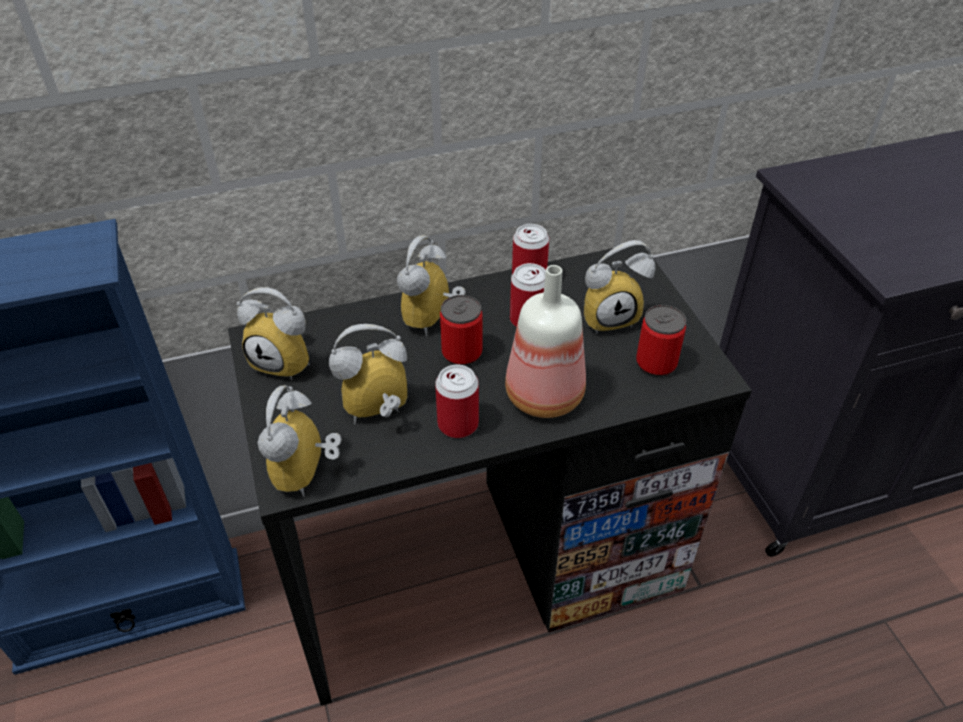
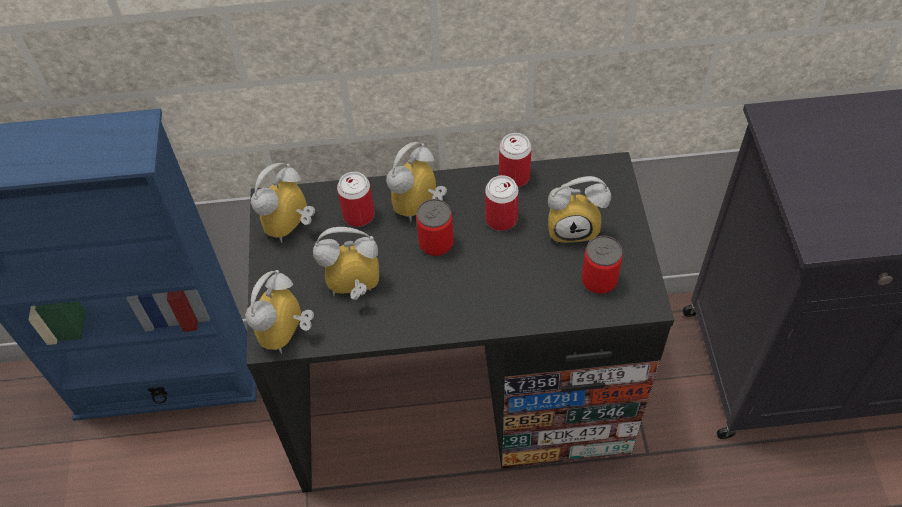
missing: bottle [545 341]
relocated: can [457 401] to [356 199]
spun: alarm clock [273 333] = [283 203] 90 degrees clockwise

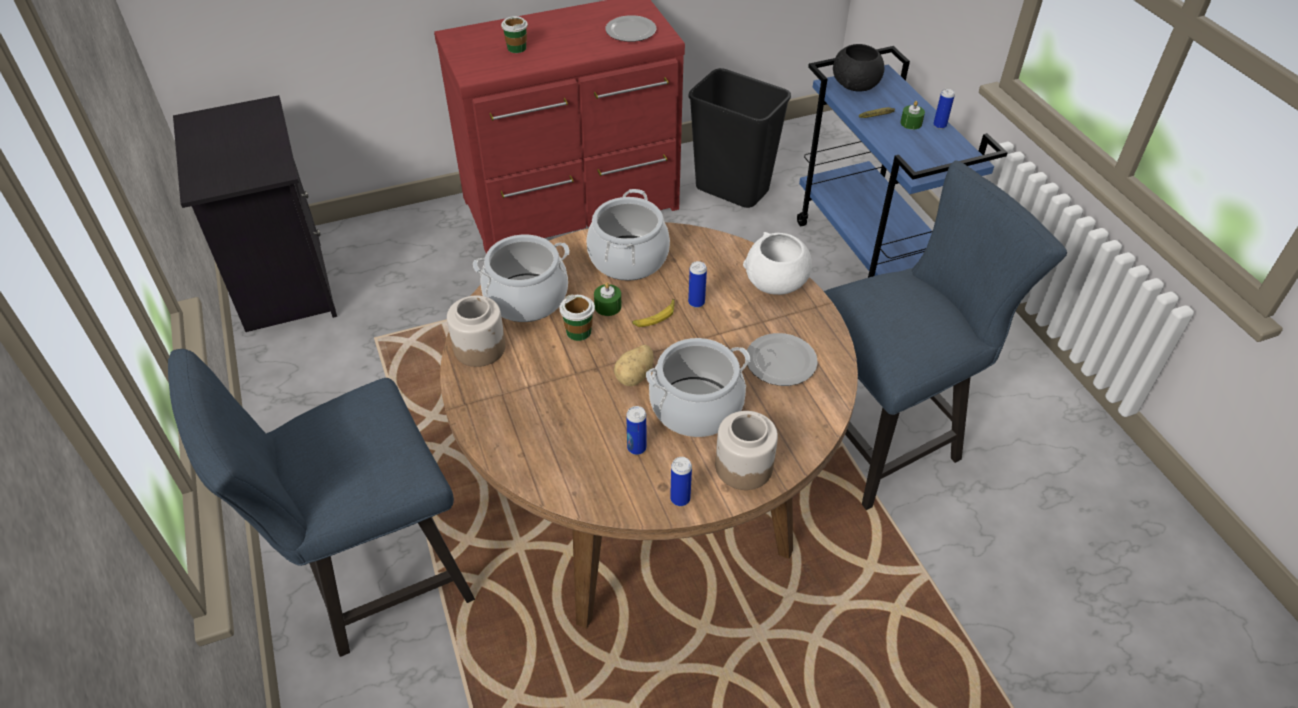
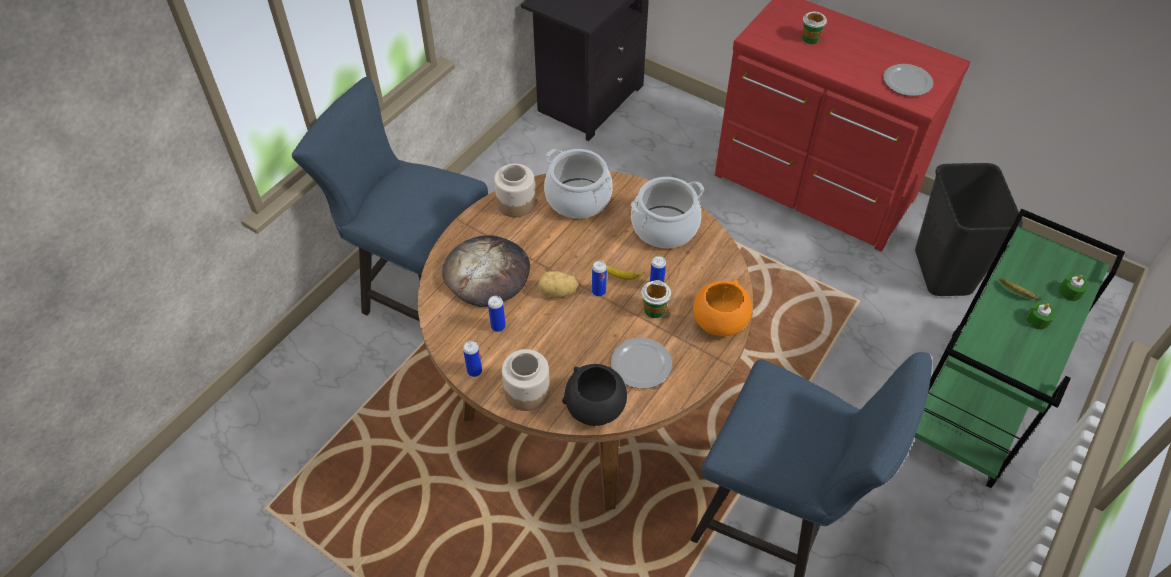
missing: cooking pot [698 387]
appeared: bread [486 271]
relocated: black bowl [858 67] to [594 395]; can [944 109] to [599 279]; green candle [608 299] to [1073 287]; cup [577 317] to [656 299]
colour: blue cart [902 162] to green cart [1020 348]; white bowl [777 263] to orange bowl [722 308]

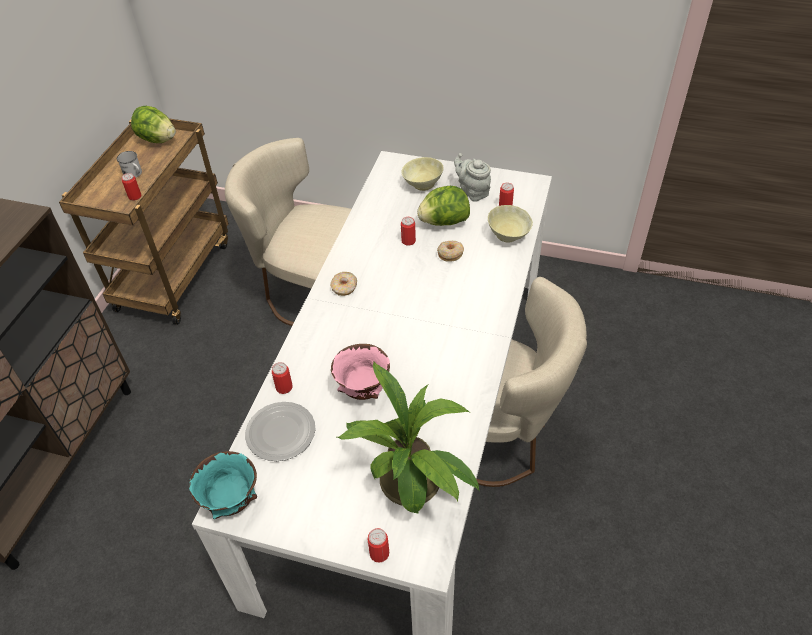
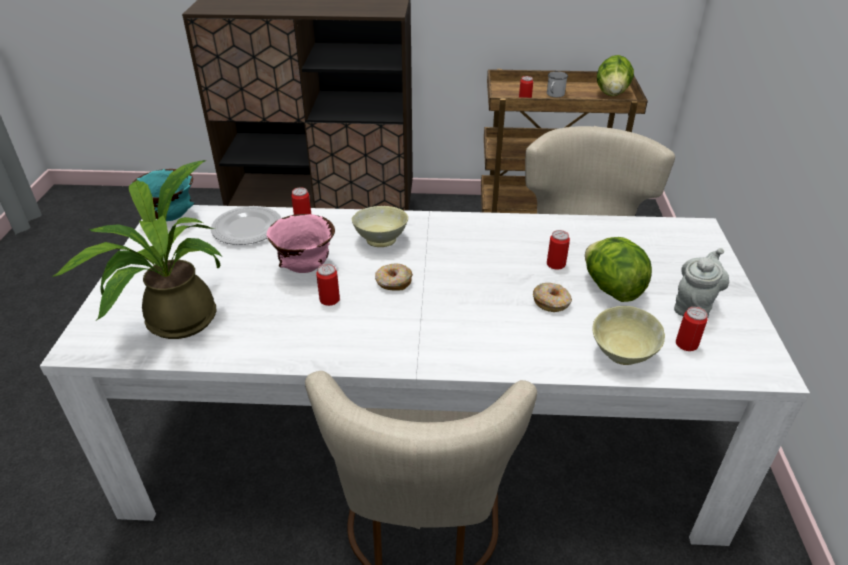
relocated: beige bowl [422 174] to [380 226]; donut [343 284] to [394 277]; can [378 545] to [328 285]

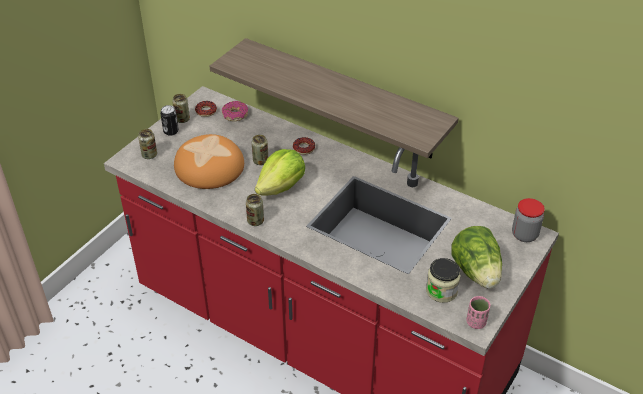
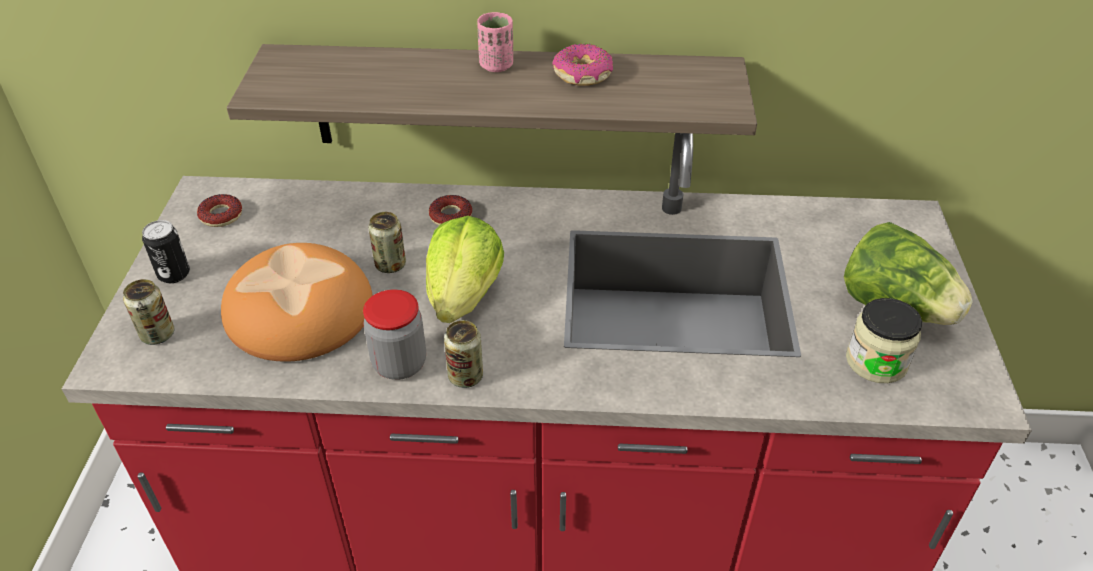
missing: can [181 108]
relocated: donut [235 111] to [583 64]; jar [528 220] to [394 334]; pink cup [478 312] to [495 42]

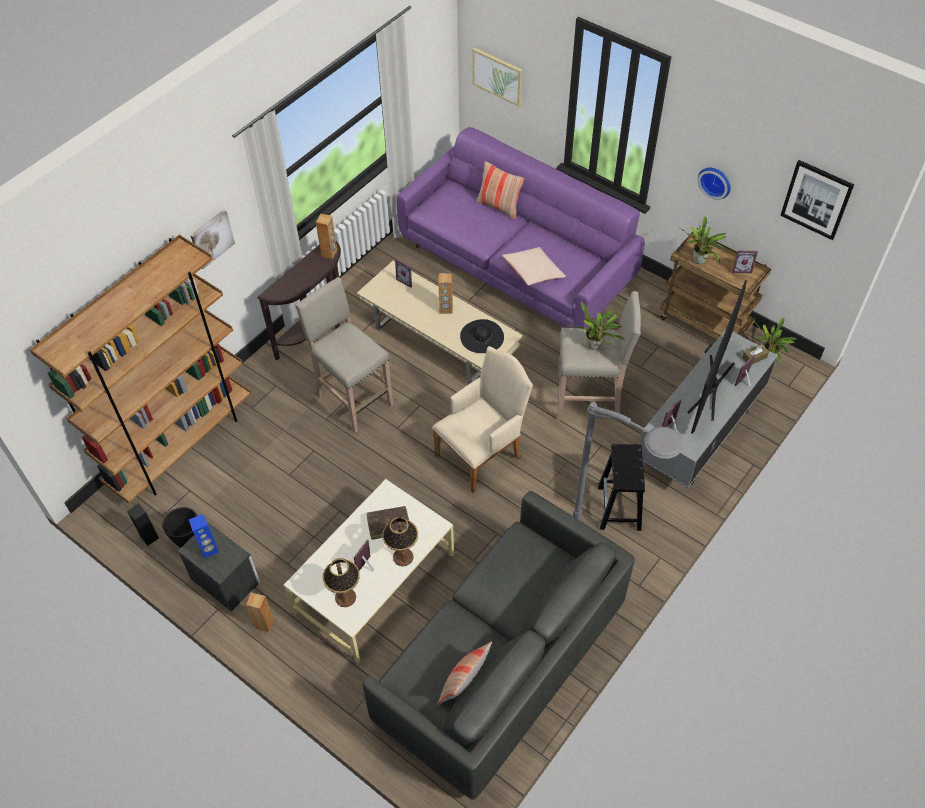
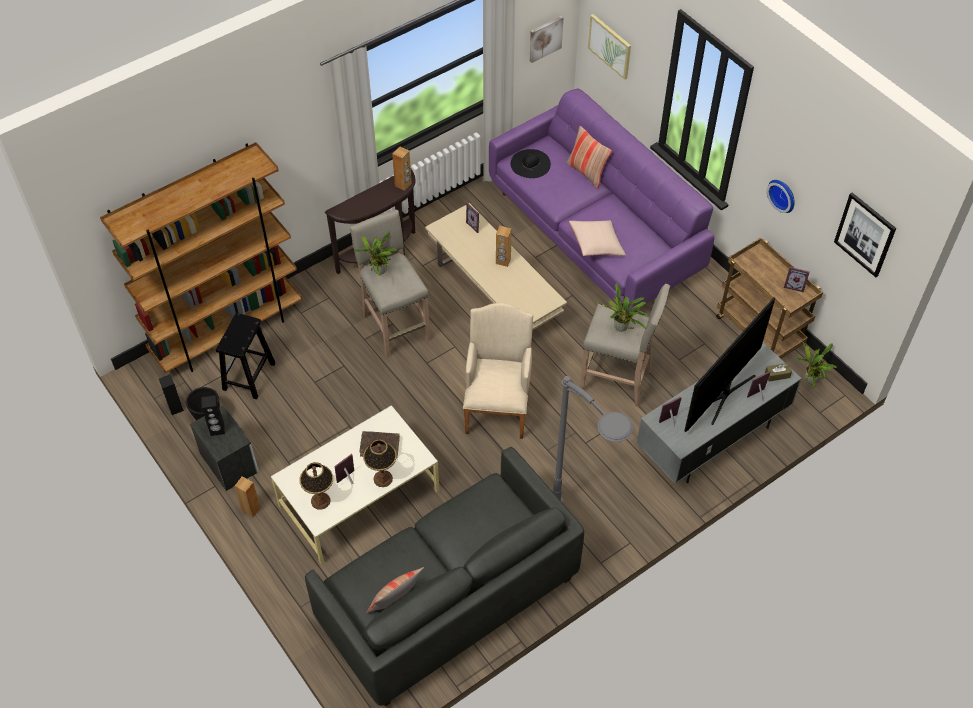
relocated: picture [212 239] to [546 39]; potted plant [702 240] to [375 253]; black hat [482 336] to [531 163]; black stool [621 487] to [245 356]
colour: blue speaker [204 536] to black speaker [213 416]
spun: beige armchair [482 419] = [498 371] 60 degrees counterclockwise

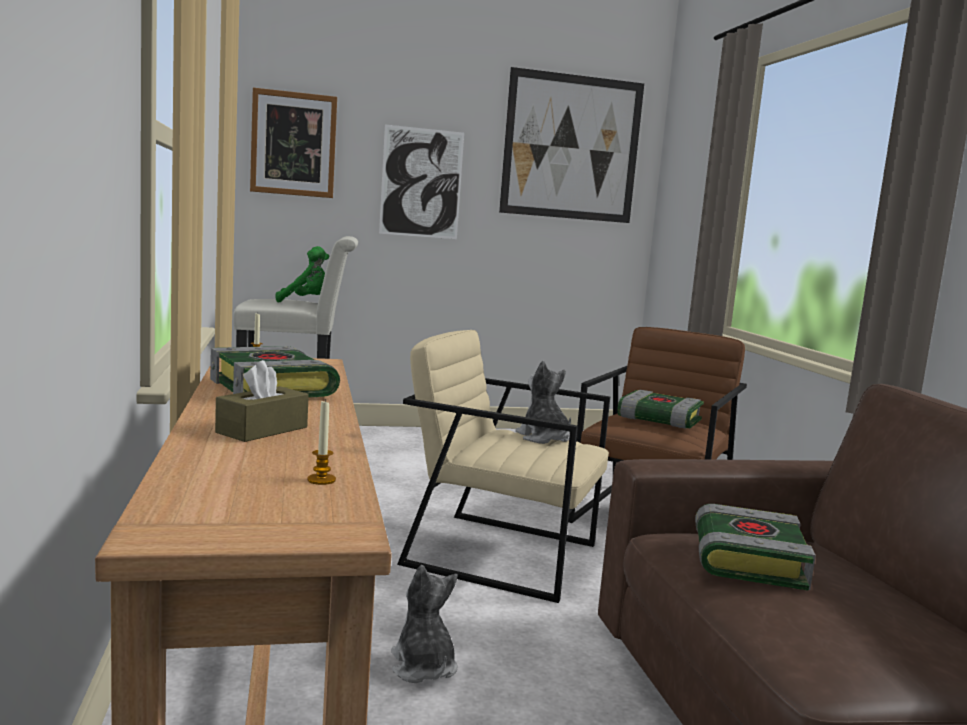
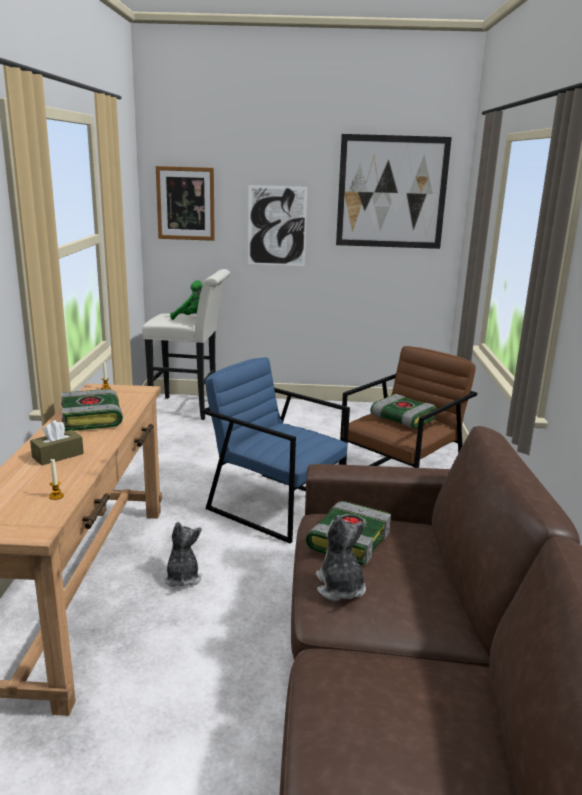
relocated: plush toy [543 402] to [341 558]
colour: beige armchair [503 466] to blue armchair [276 450]

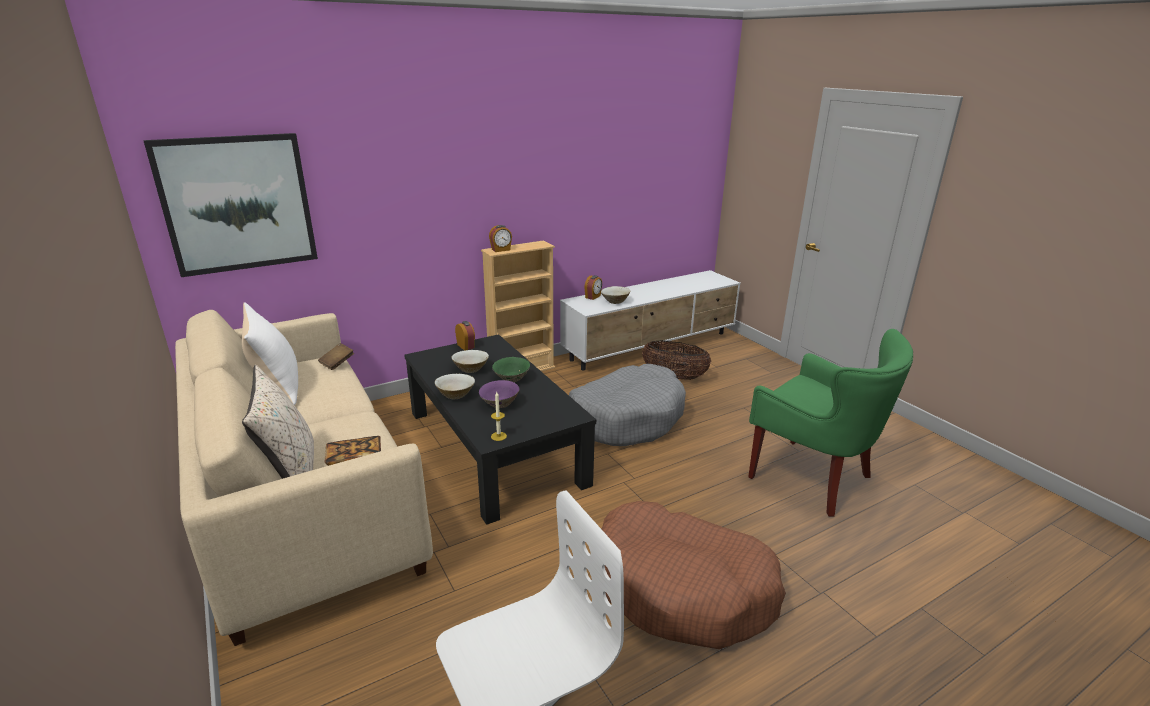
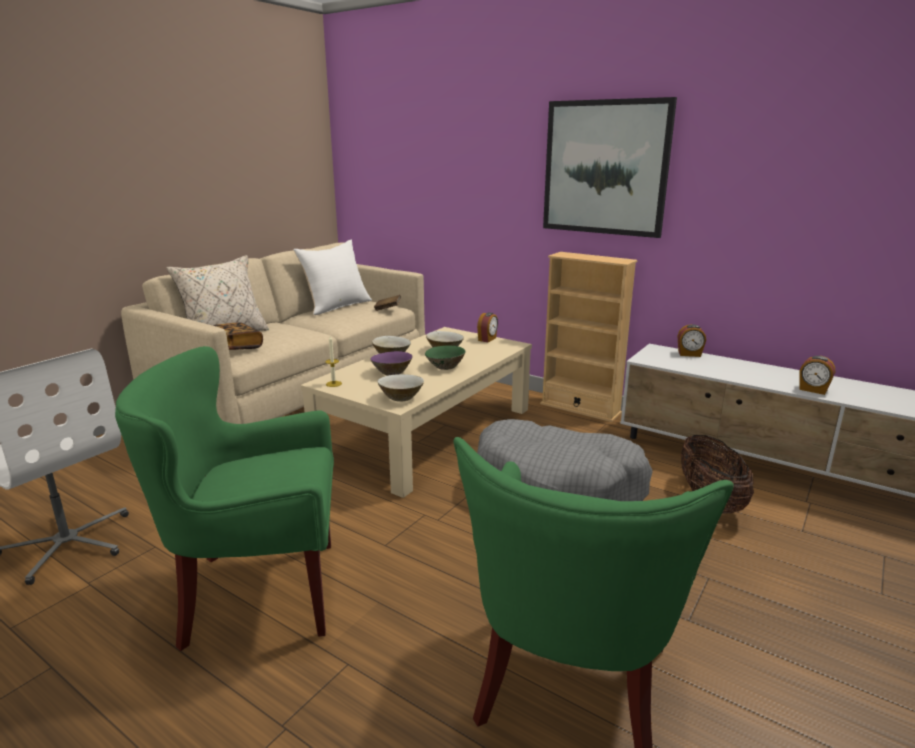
relocated: picture [231 205] to [610 167]; alarm clock [500 238] to [817 375]; beige bowl [615 295] to [400 388]
exchanged: brown dog bed [694 575] to green armchair [224 498]
colour: black coffee table [500 429] to beige coffee table [416 412]

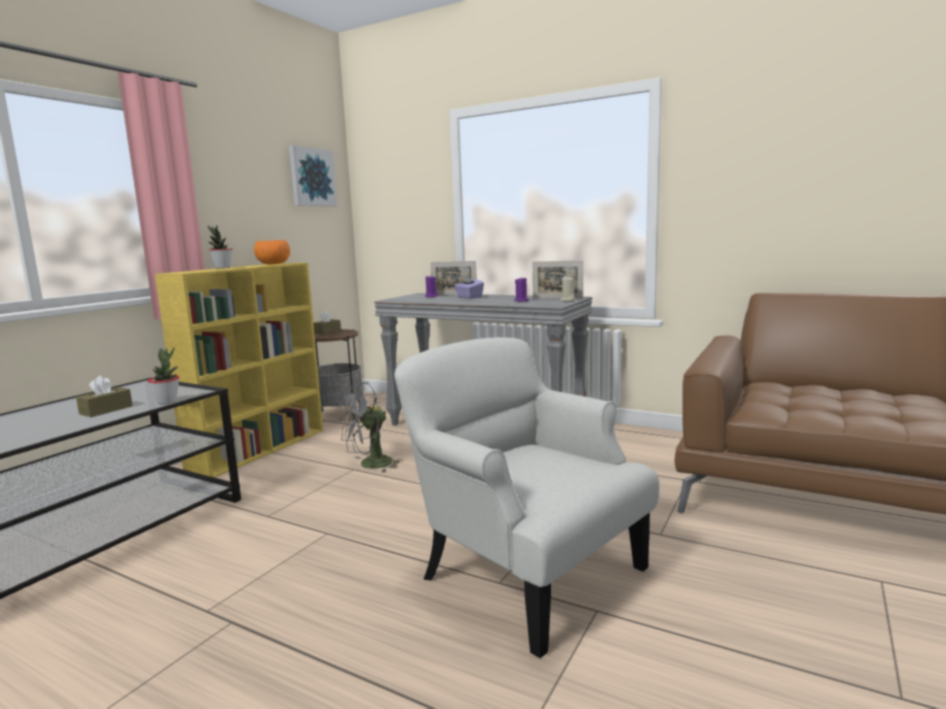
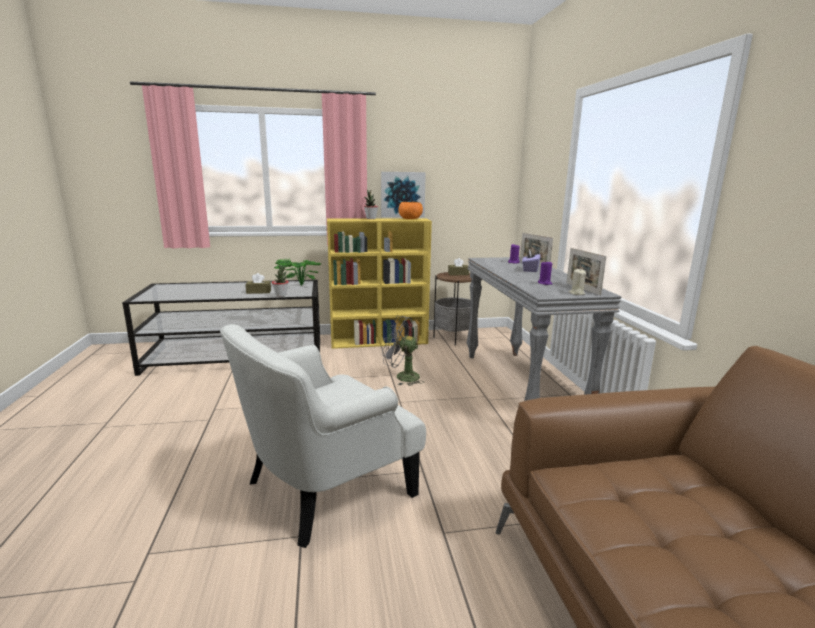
appeared: potted plant [297 272]
relocated: picture [313 175] to [403 194]
spun: white armchair [527 497] = [323 436] 135 degrees counterclockwise

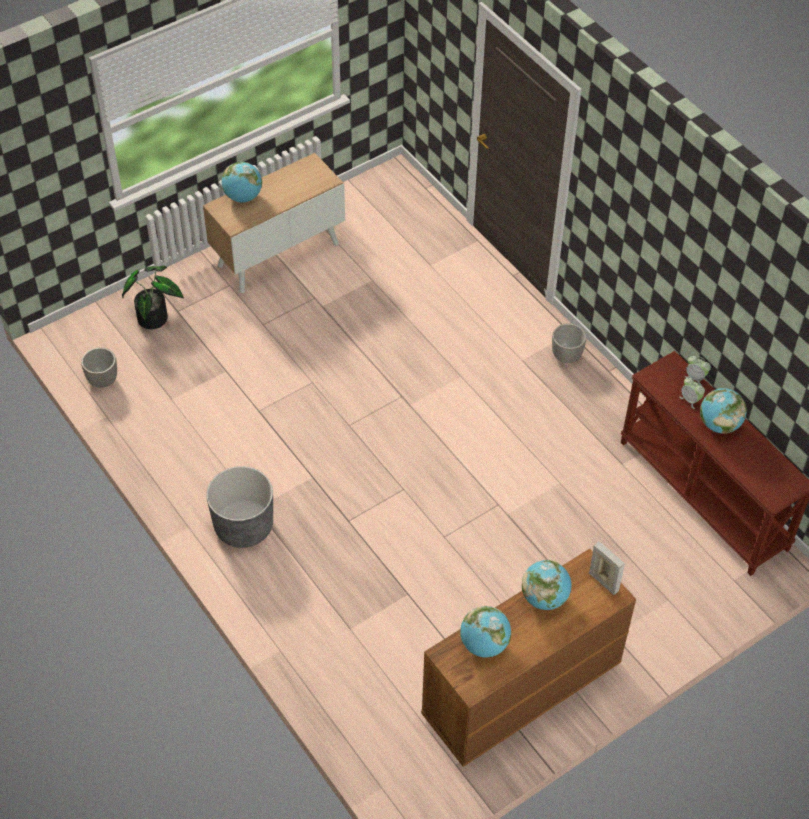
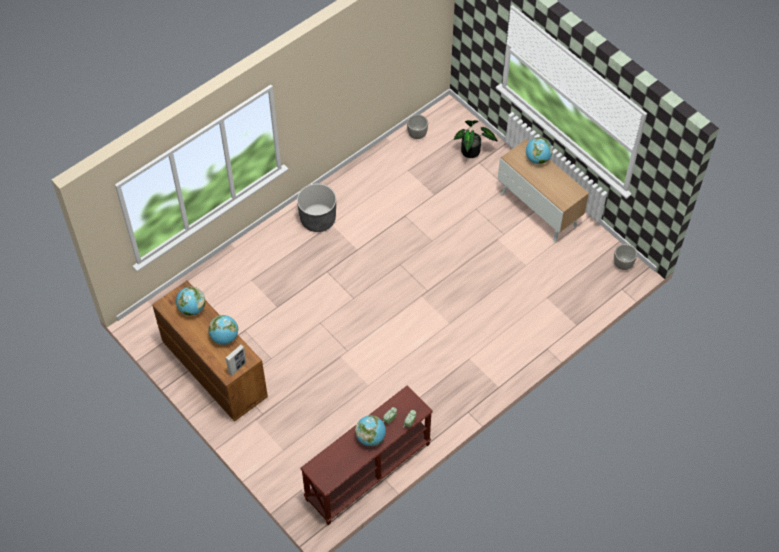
relocated: planter [569 343] to [625 257]

